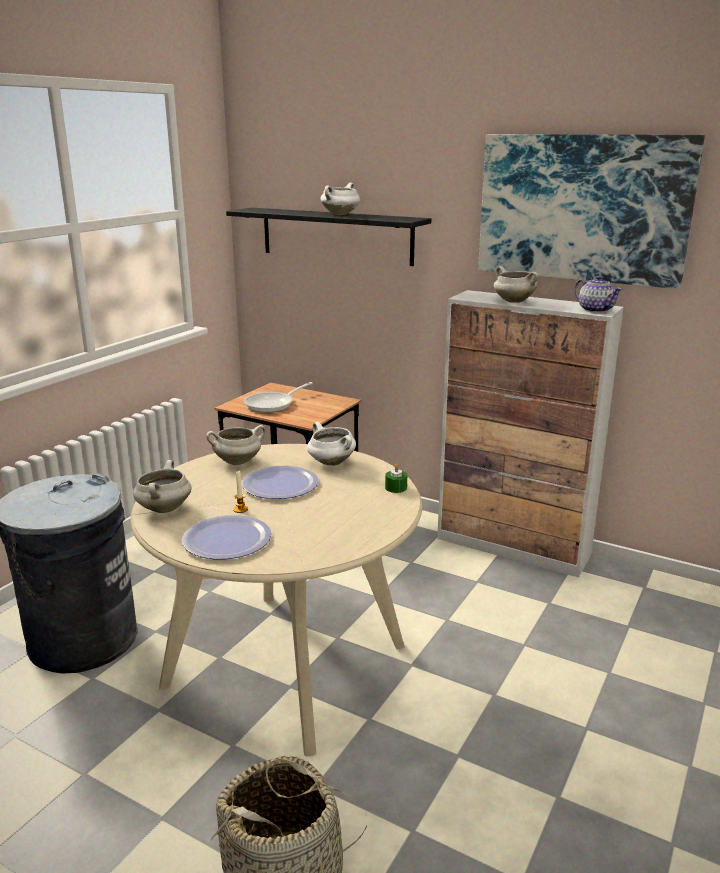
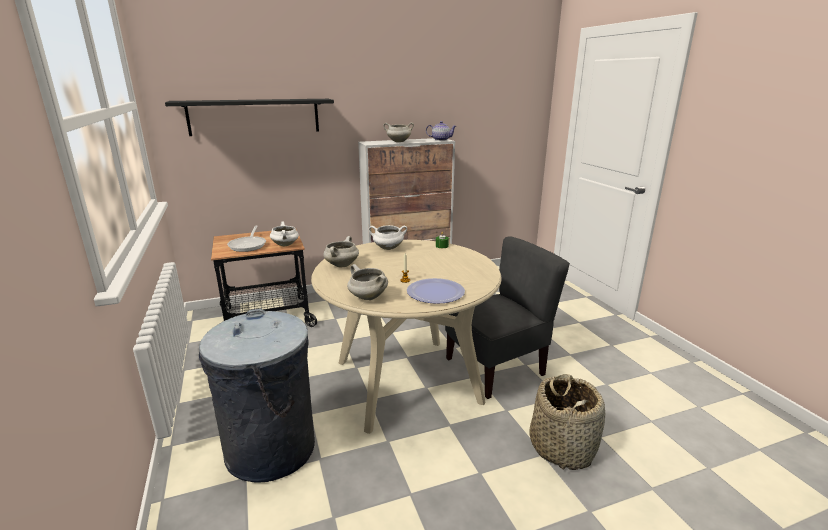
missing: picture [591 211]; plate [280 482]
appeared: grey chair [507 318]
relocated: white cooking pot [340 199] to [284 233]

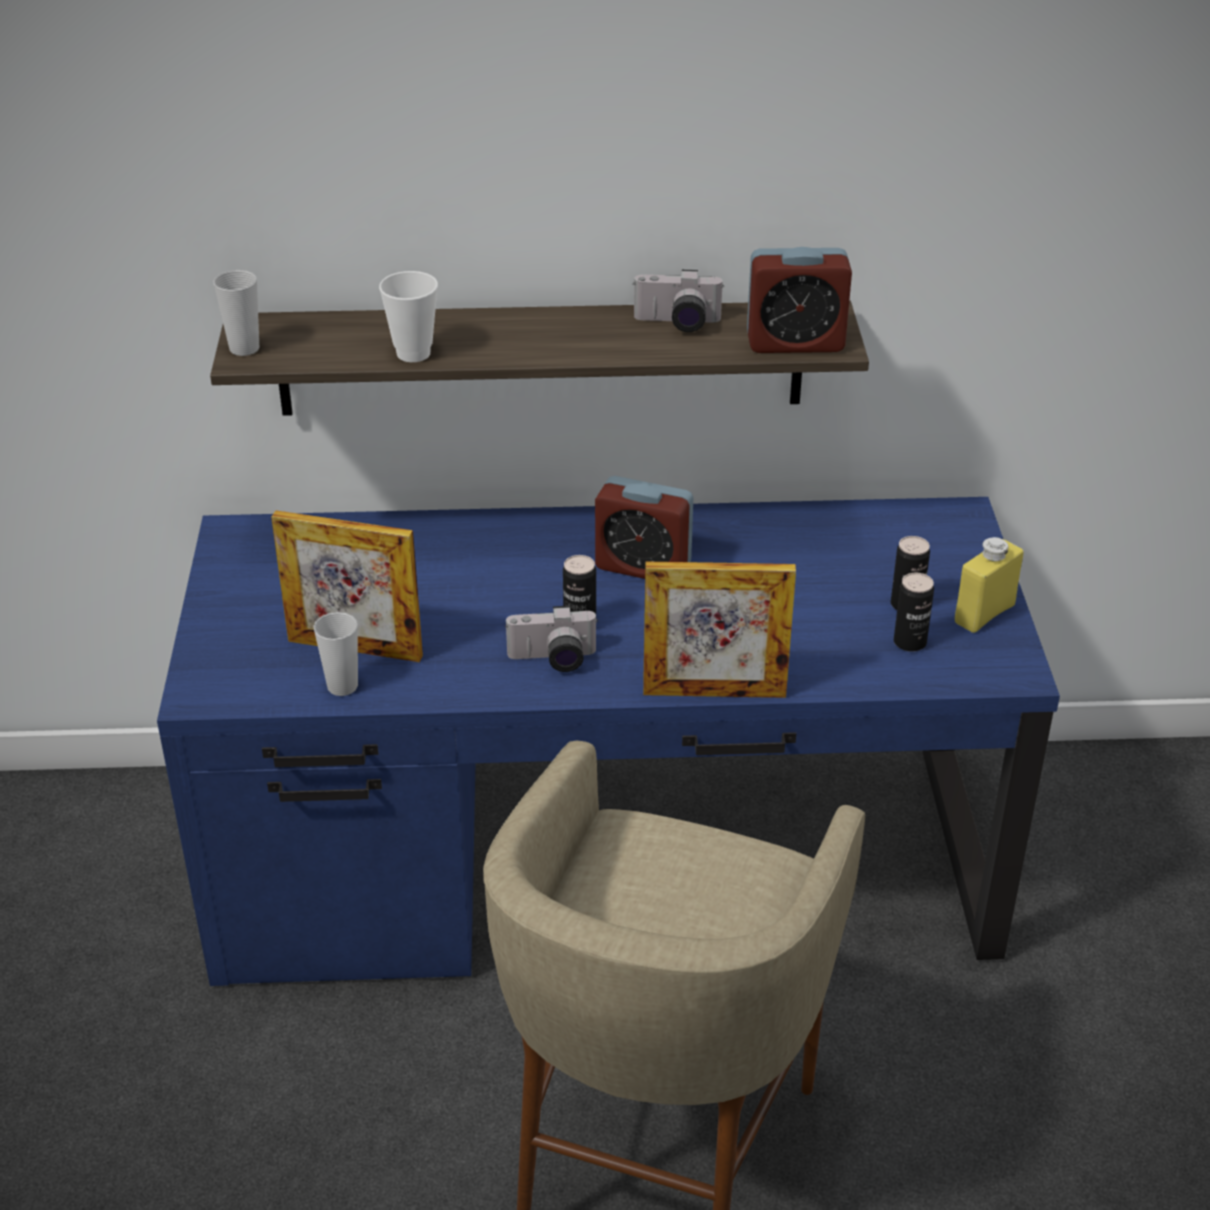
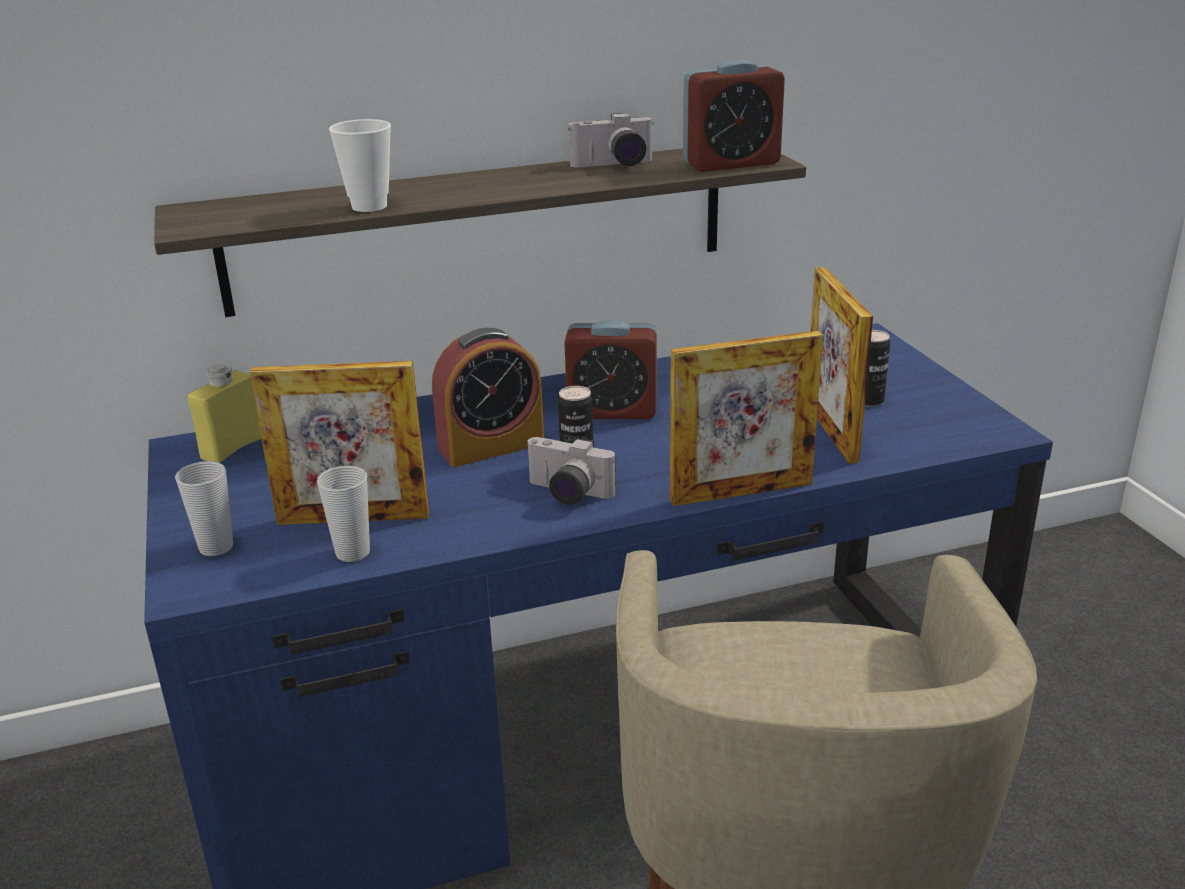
missing: can [914 612]
appeared: picture frame [842 365]; alarm clock [488 397]
relocated: cup [236 313] to [204 508]; yellow bottle [989 585] to [224 413]
spun: photo camera [551 639] = [570 471] 45 degrees clockwise

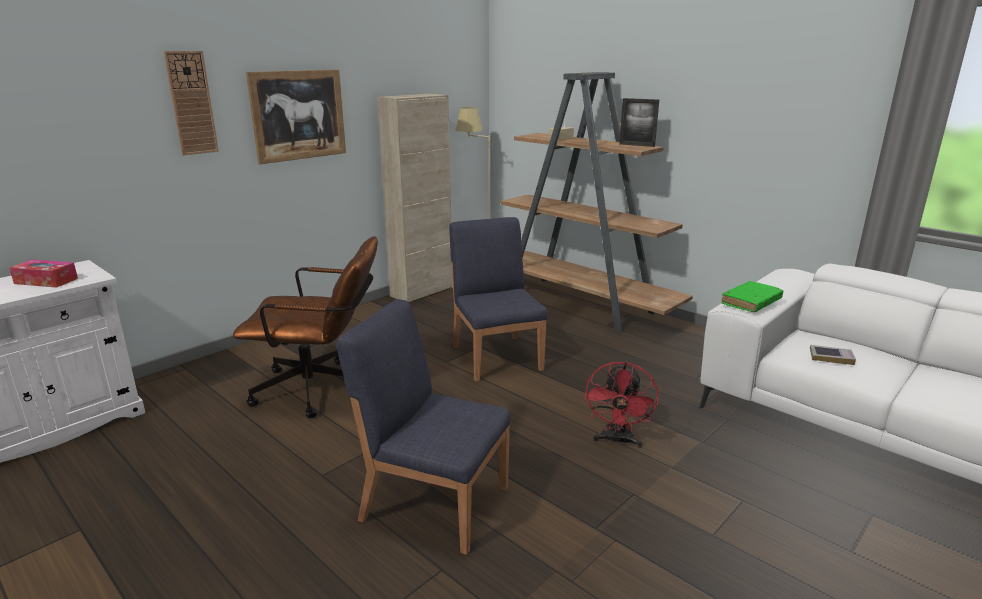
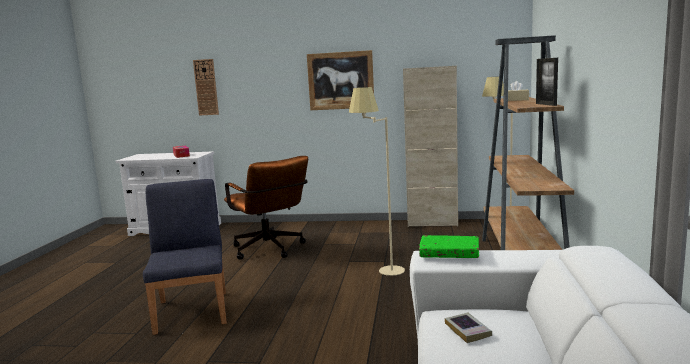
missing: red fan [621 405]
relocated: wall clock [191 103] to [206 87]
exchanged: blue chair [498 299] to beige floor lamp [377 181]

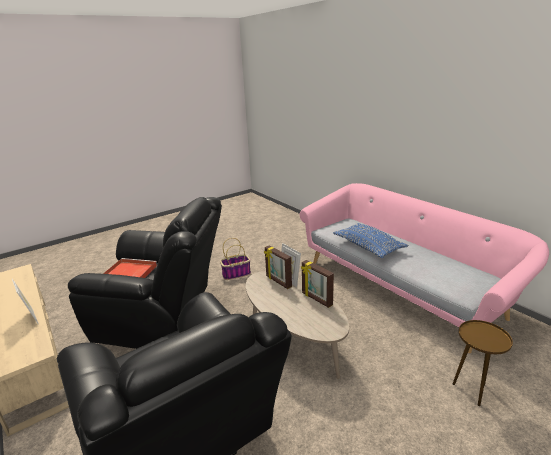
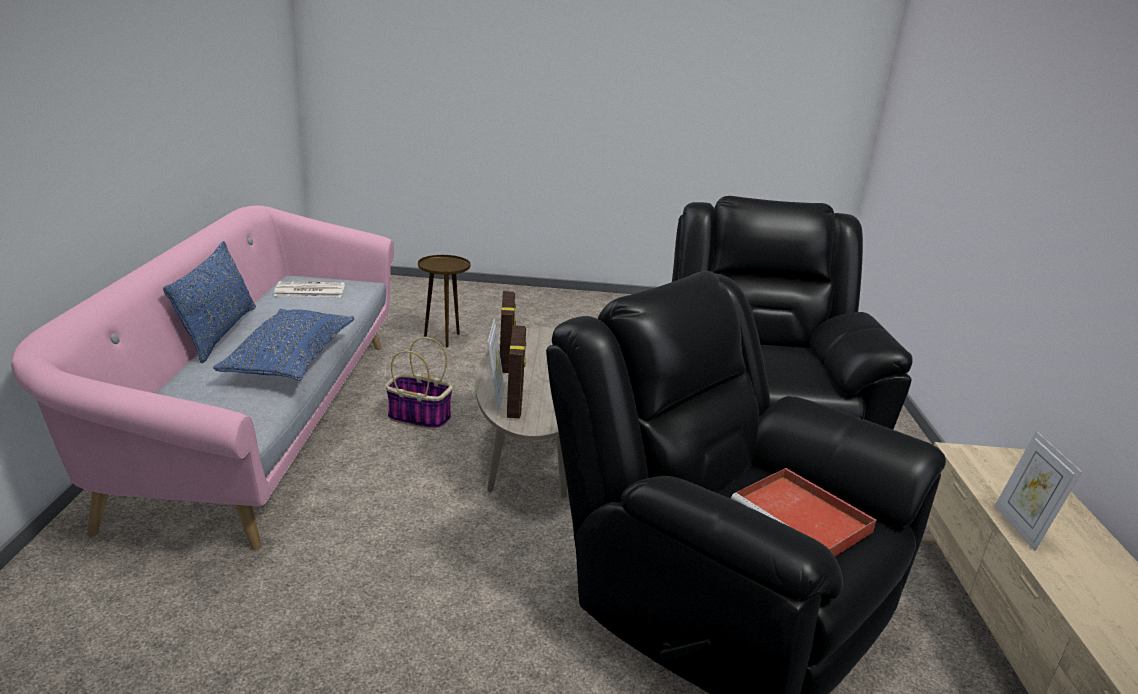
appeared: blue pillow [209 302]; newspaper [309 289]
relocated: basket [235 259] to [419 383]

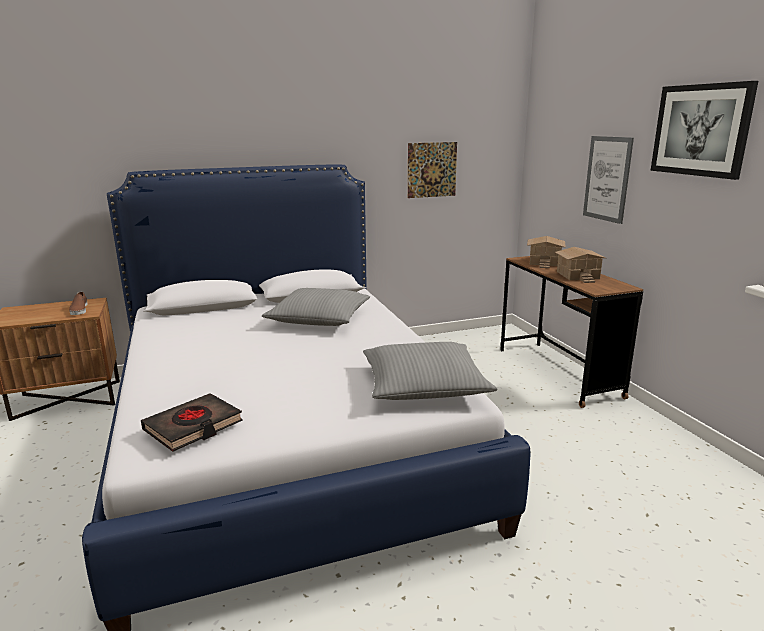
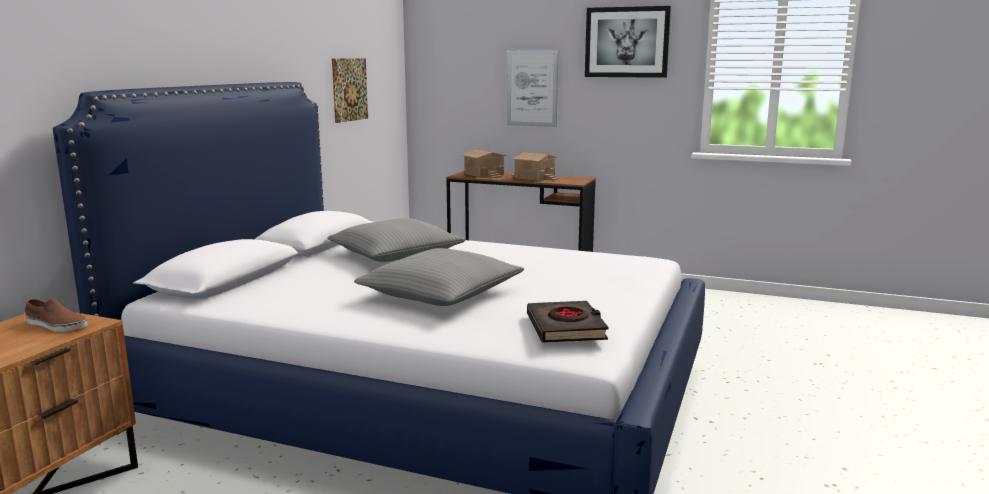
relocated: grey pillow [430 371] to [439 277]

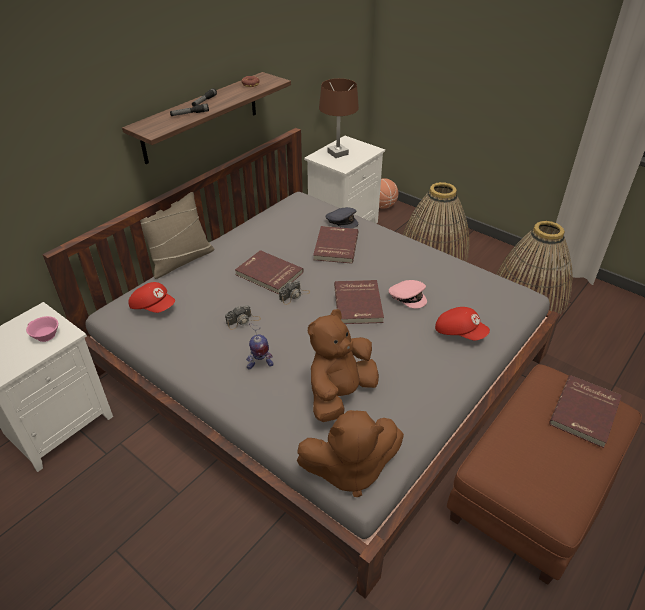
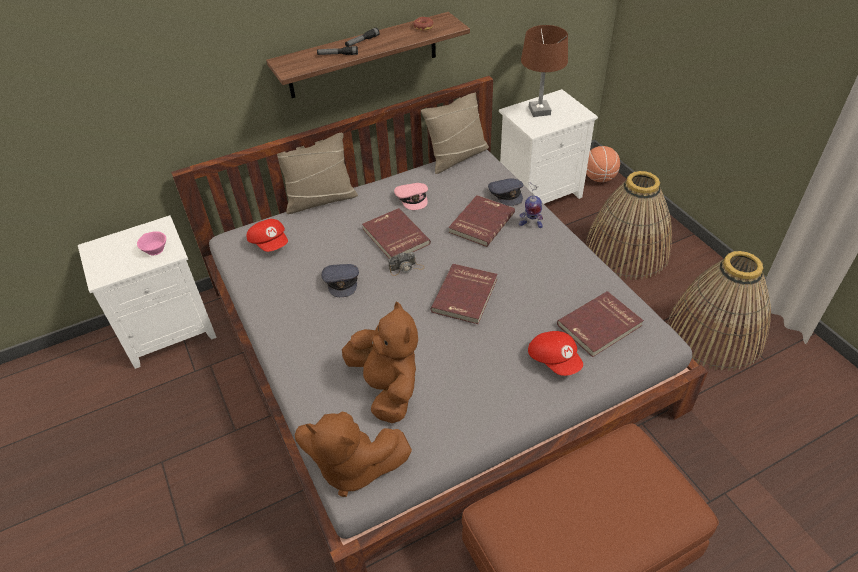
appeared: beige pillow [455 133]
relocated: pink cap [408 294] to [411 196]; toy robot [260 346] to [531 205]; red book [585 411] to [600 324]
exchanged: photo camera [243 317] to grey cap [340 280]
spun: brown plush toy [343 365] = [380 362] 90 degrees clockwise

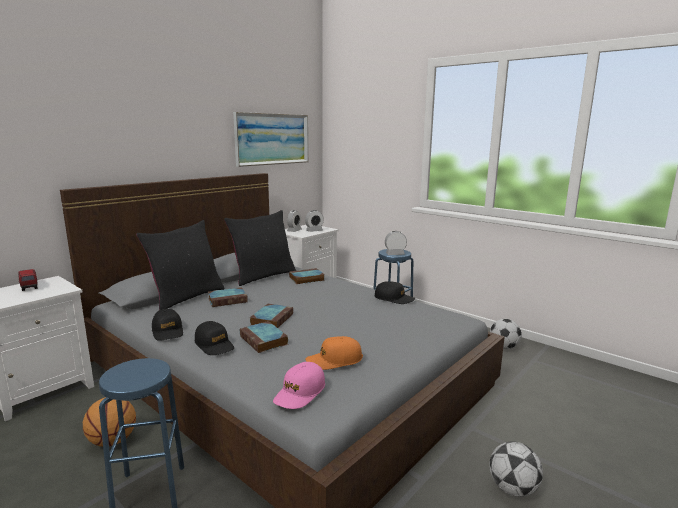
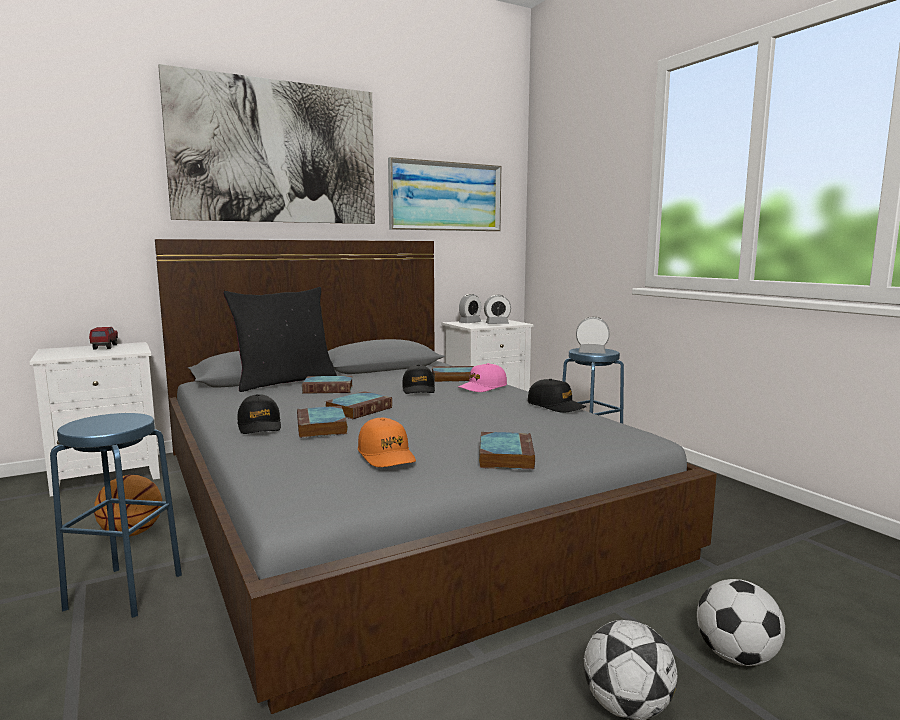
missing: black pillow [260 248]
appeared: picture [266 144]; book [507 450]
relocated: black cap [167 325] to [418 379]; football [506 334] to [741 622]; pink cap [299 385] to [483 377]
spun: orange cap [334 353] = [387 442] 120 degrees counterclockwise

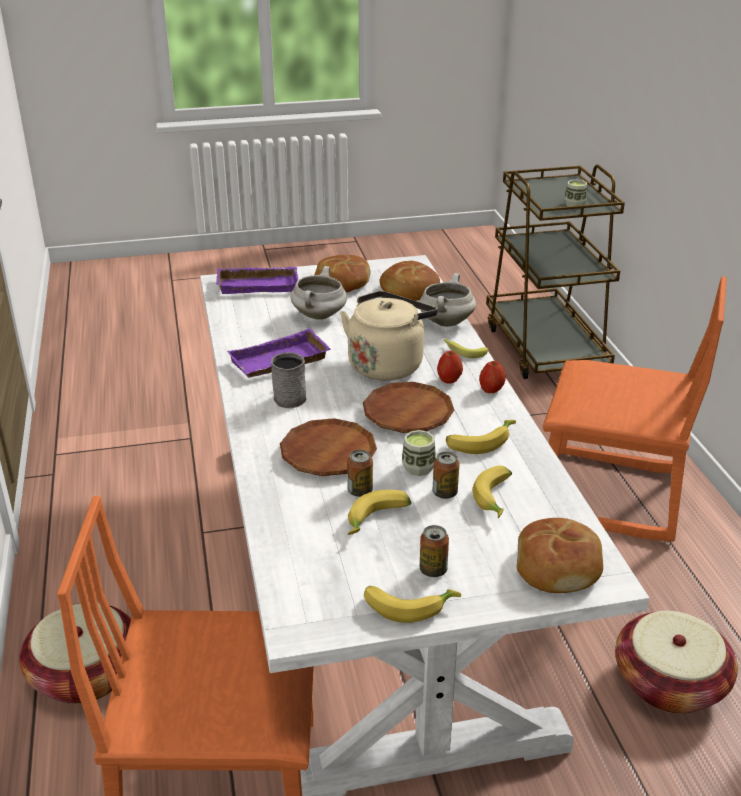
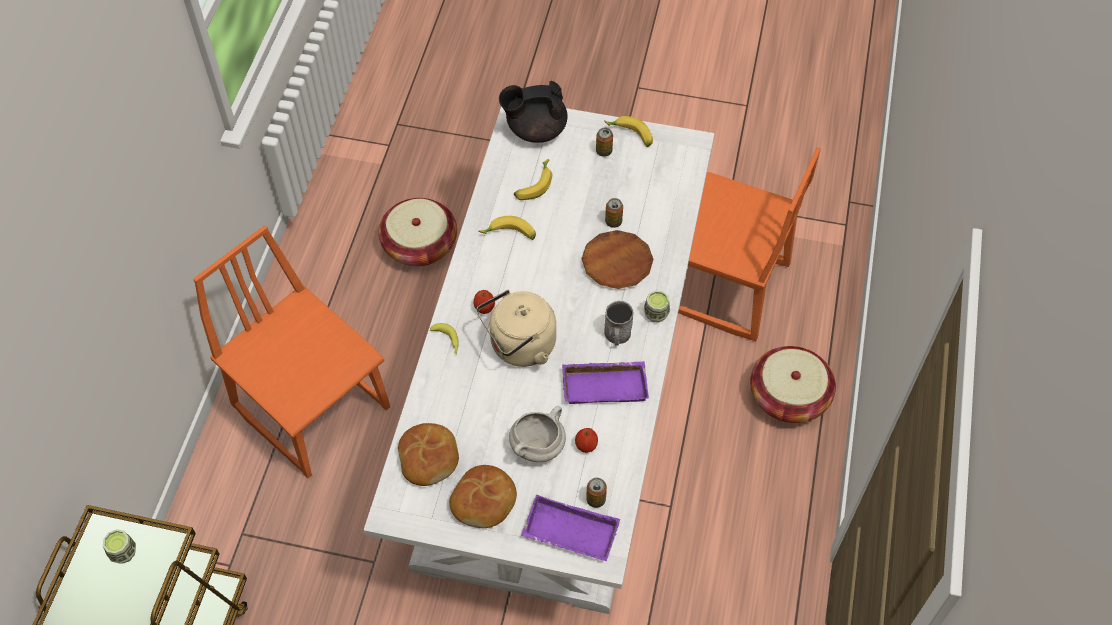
missing: white cooking pot [447 300]; brown plate [408 407]; banana [380 512]
relocated: apple [492 377] to [586 440]; cup [419 453] to [657 306]; can [446 475] to [596 493]
exchanged: bread [559 555] to black teapot [533 112]

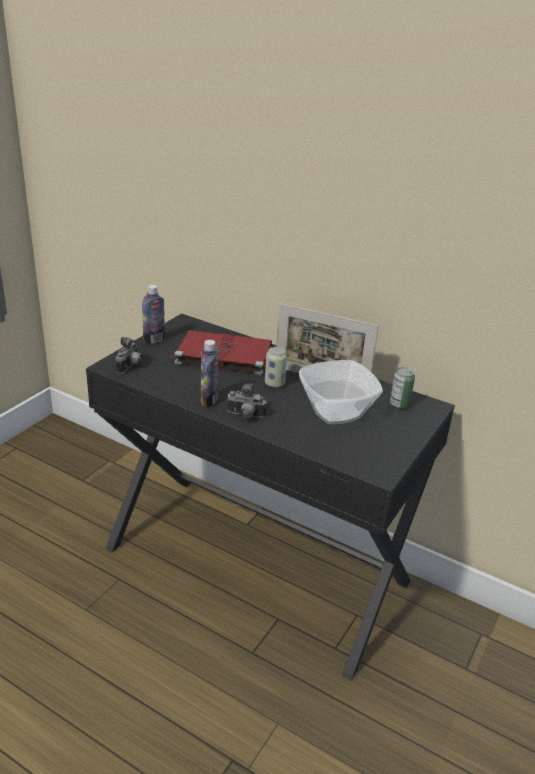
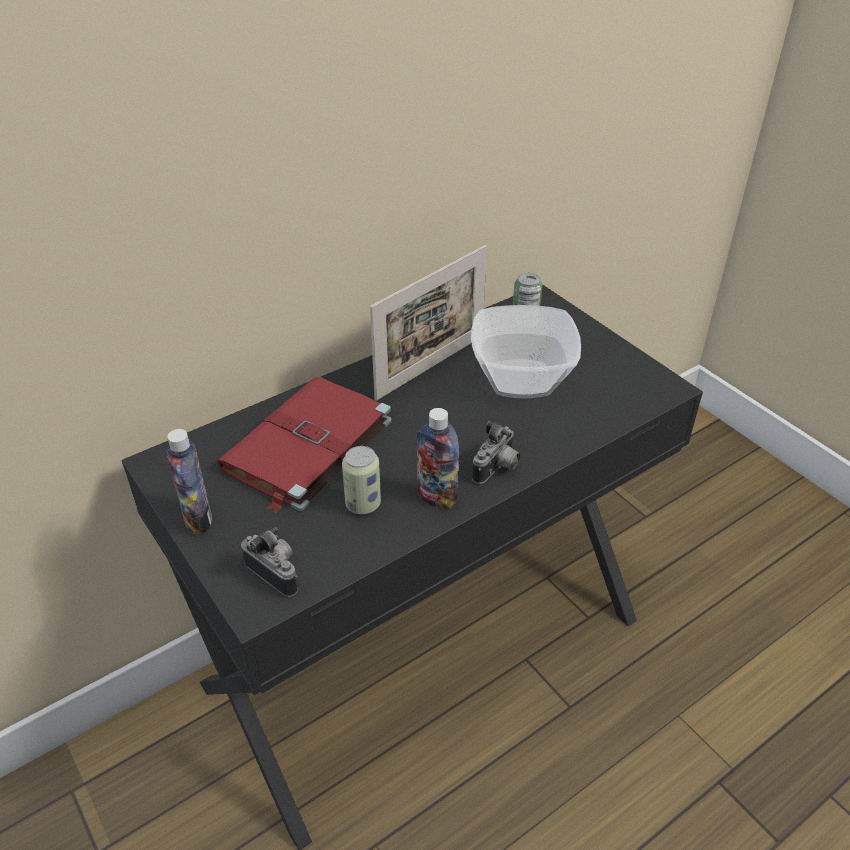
relocated: can [276 367] to [361 480]

